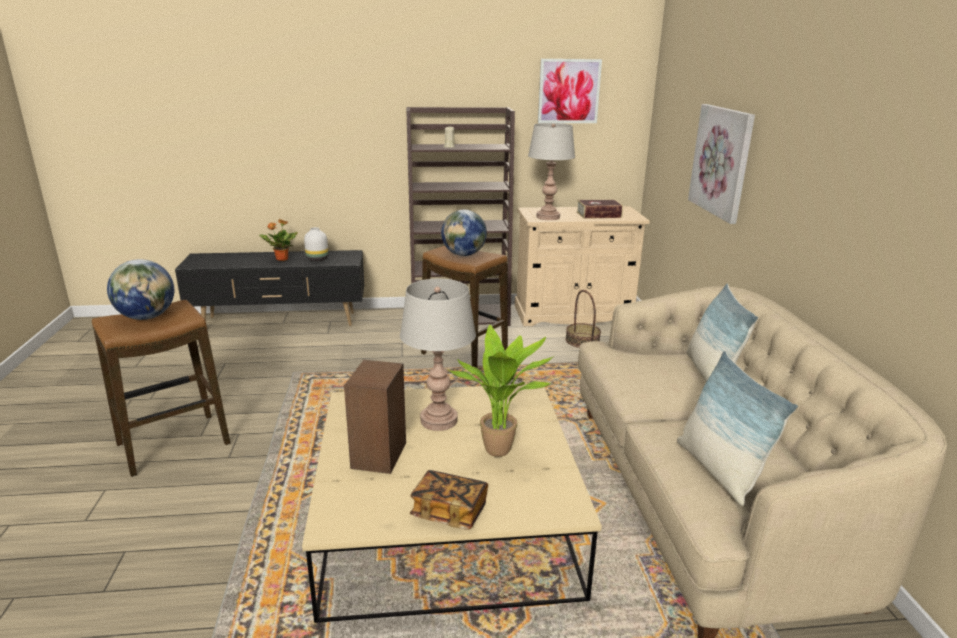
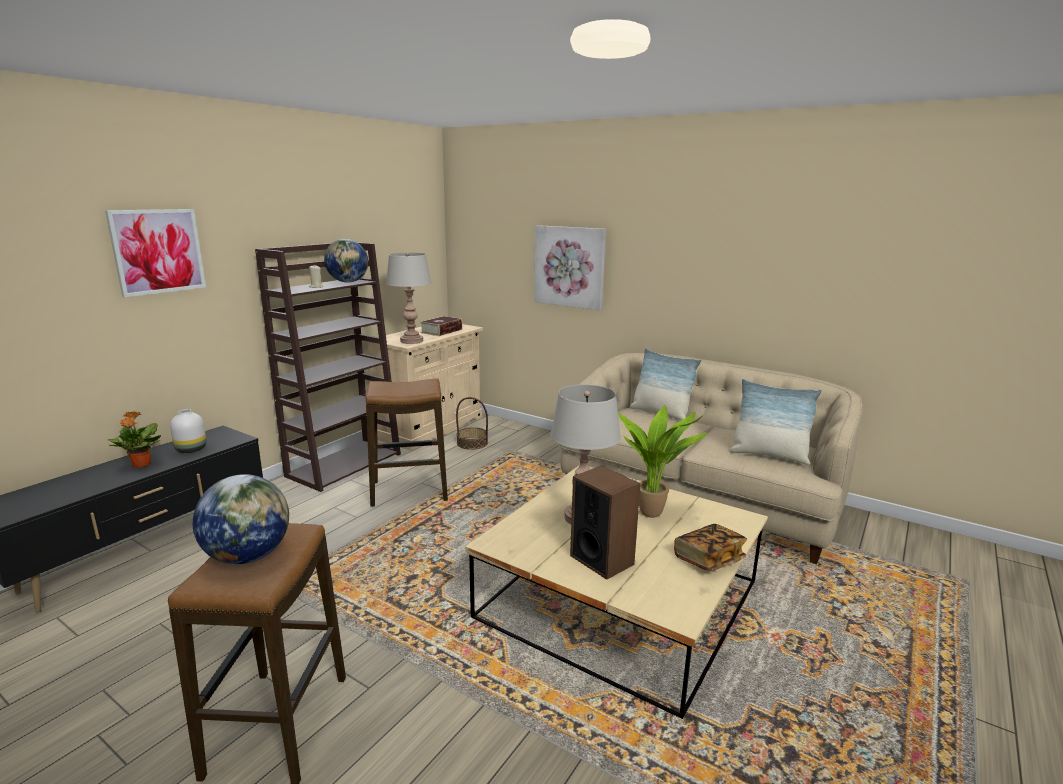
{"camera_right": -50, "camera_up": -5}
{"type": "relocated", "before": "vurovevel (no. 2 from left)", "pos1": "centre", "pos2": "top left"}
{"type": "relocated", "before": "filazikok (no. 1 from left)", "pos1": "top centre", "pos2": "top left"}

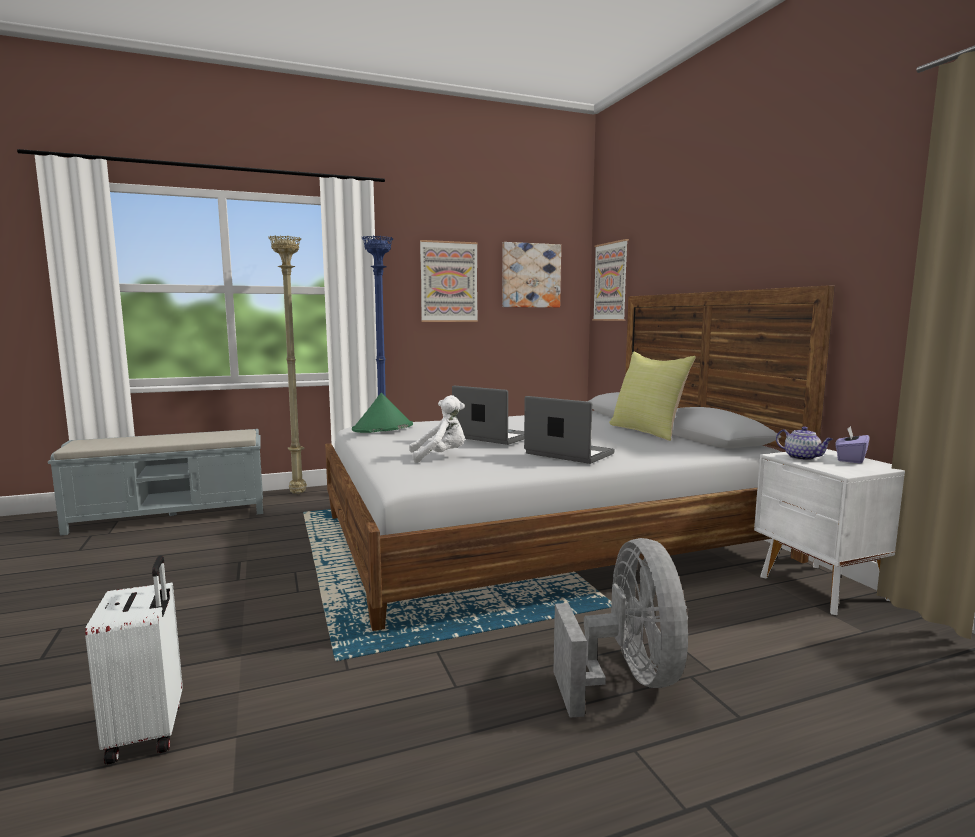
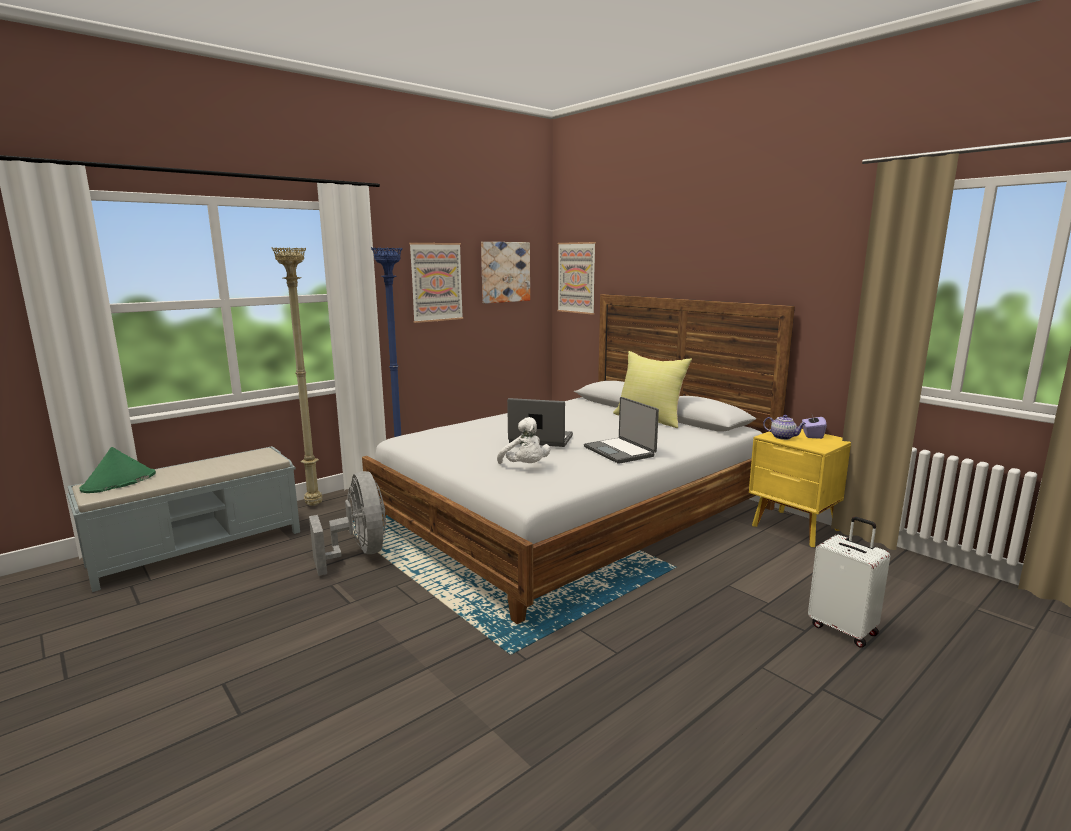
{"camera_right": -20, "camera_up": 5}
{"type": "relocated", "before": "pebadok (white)", "pos1": "bottom left", "pos2": "bottom right"}
{"type": "relocated", "before": "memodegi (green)", "pos1": "centre", "pos2": "middle left"}
{"type": "spun", "before": "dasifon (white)", "pos1": "centre", "pos2": "centre", "turn": 90}
{"type": "spun", "before": "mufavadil (no. 2 from left)", "pos1": "centre", "pos2": "centre", "turn": -135}
{"type": "relocated", "before": "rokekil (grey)", "pos1": "bottom centre", "pos2": "middle left"}
{"type": "colour", "before": "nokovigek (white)", "after": "nokovigek (yellow)", "pos1": "middle right", "pos2": "middle right"}

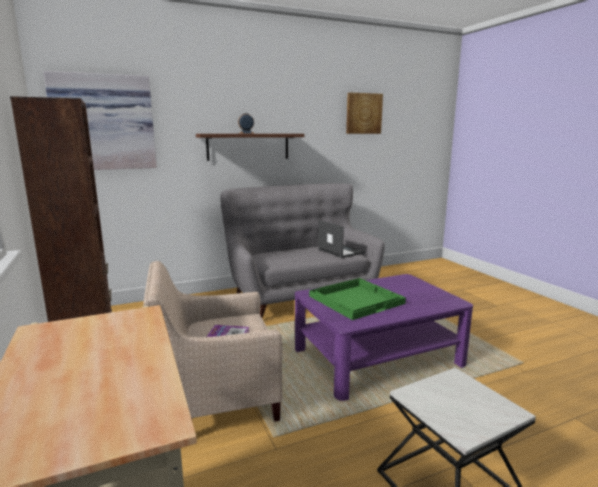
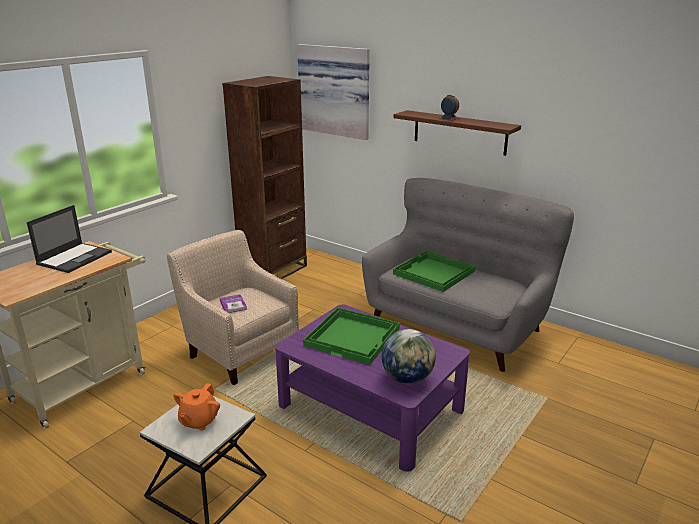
{"camera_right": 60, "camera_up": 10}
{"type": "relocated", "before": "mufavadil", "pos1": "centre", "pos2": "middle left"}
{"type": "missing", "before": "filazikok (no. 2 from left)", "pos1": "top centre"}
{"type": "appeared", "after": "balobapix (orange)", "pos2": "bottom left"}
{"type": "appeared", "after": "vurovevel", "pos2": "bottom centre"}
{"type": "appeared", "after": "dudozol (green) (no. 2 from left)", "pos2": "centre"}

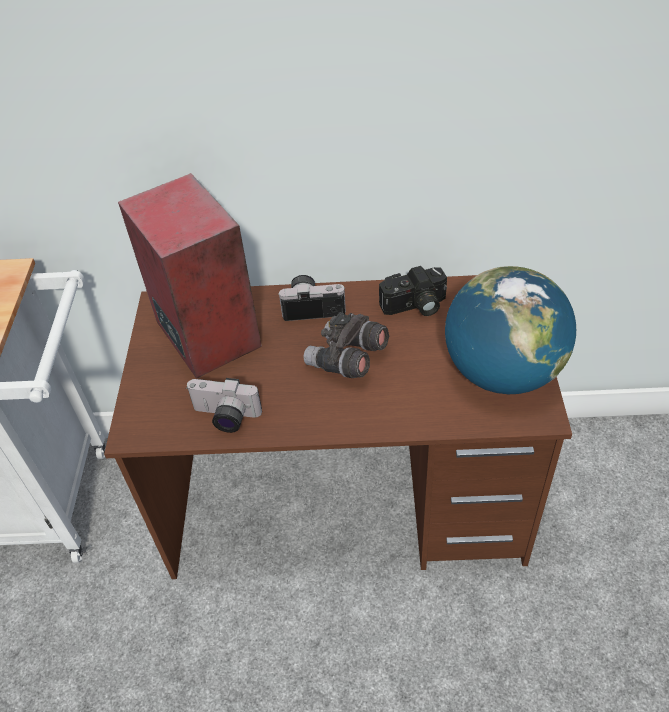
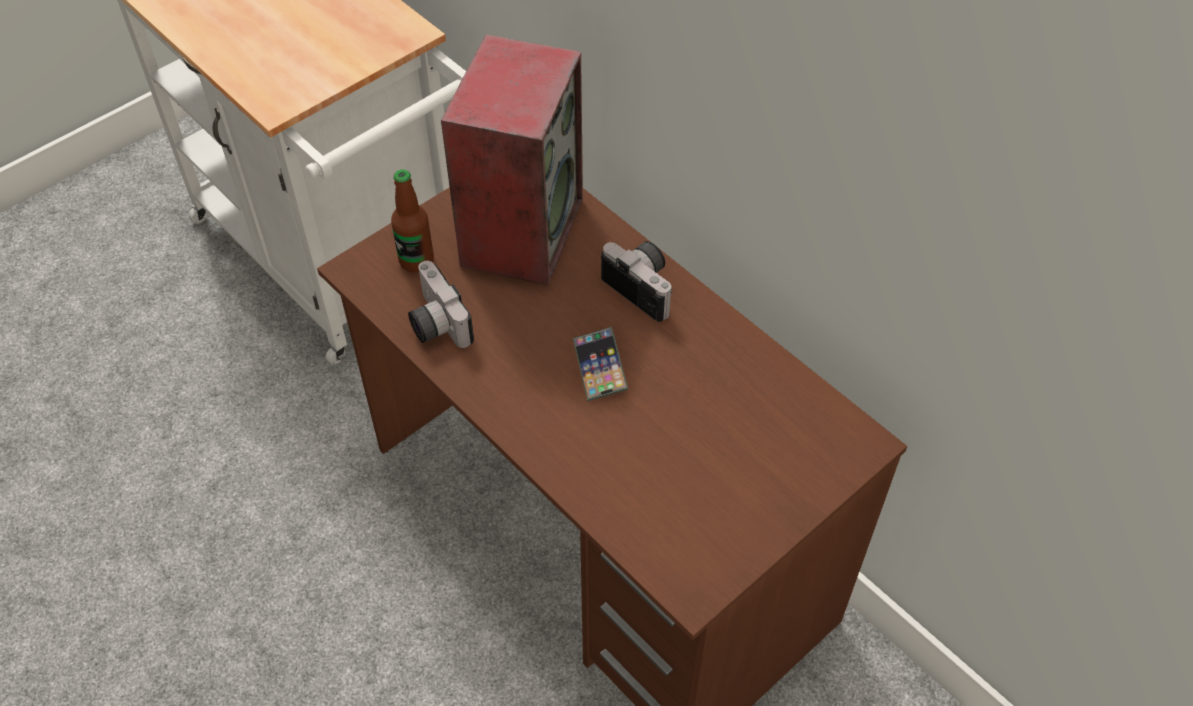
{"camera_right": 45, "camera_up": 5}
{"type": "exchanged", "before": "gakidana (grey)", "after": "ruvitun", "pos1": "centre", "pos2": "centre"}
{"type": "missing", "before": "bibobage (no. 3 from left)", "pos1": "centre"}
{"type": "missing", "before": "vurovevel", "pos1": "middle right"}
{"type": "appeared", "after": "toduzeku", "pos2": "top centre"}

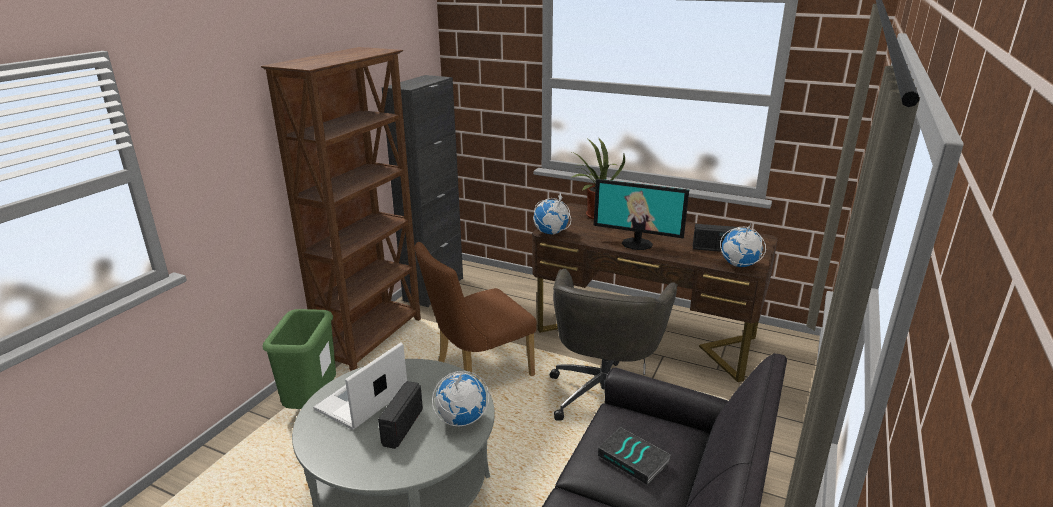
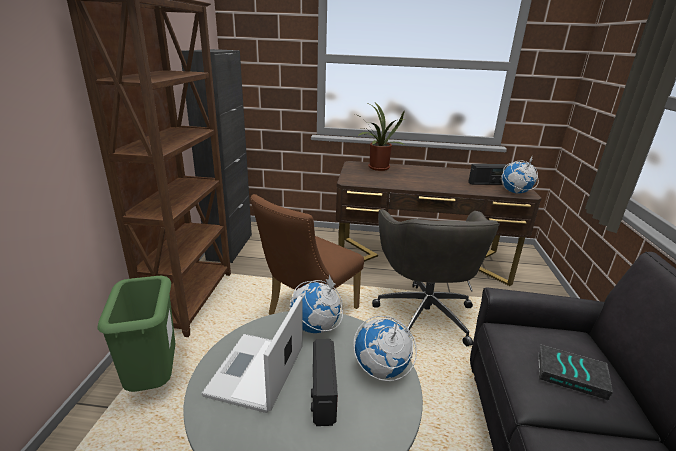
{"camera_right": -20, "camera_up": 0}
{"type": "relocated", "before": "vurovevel (no. 2 from left in the first image)", "after": "vurovevel (no. 1 from left)", "pos1": "centre", "pos2": "bottom centre"}
{"type": "missing", "before": "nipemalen", "pos1": "centre"}

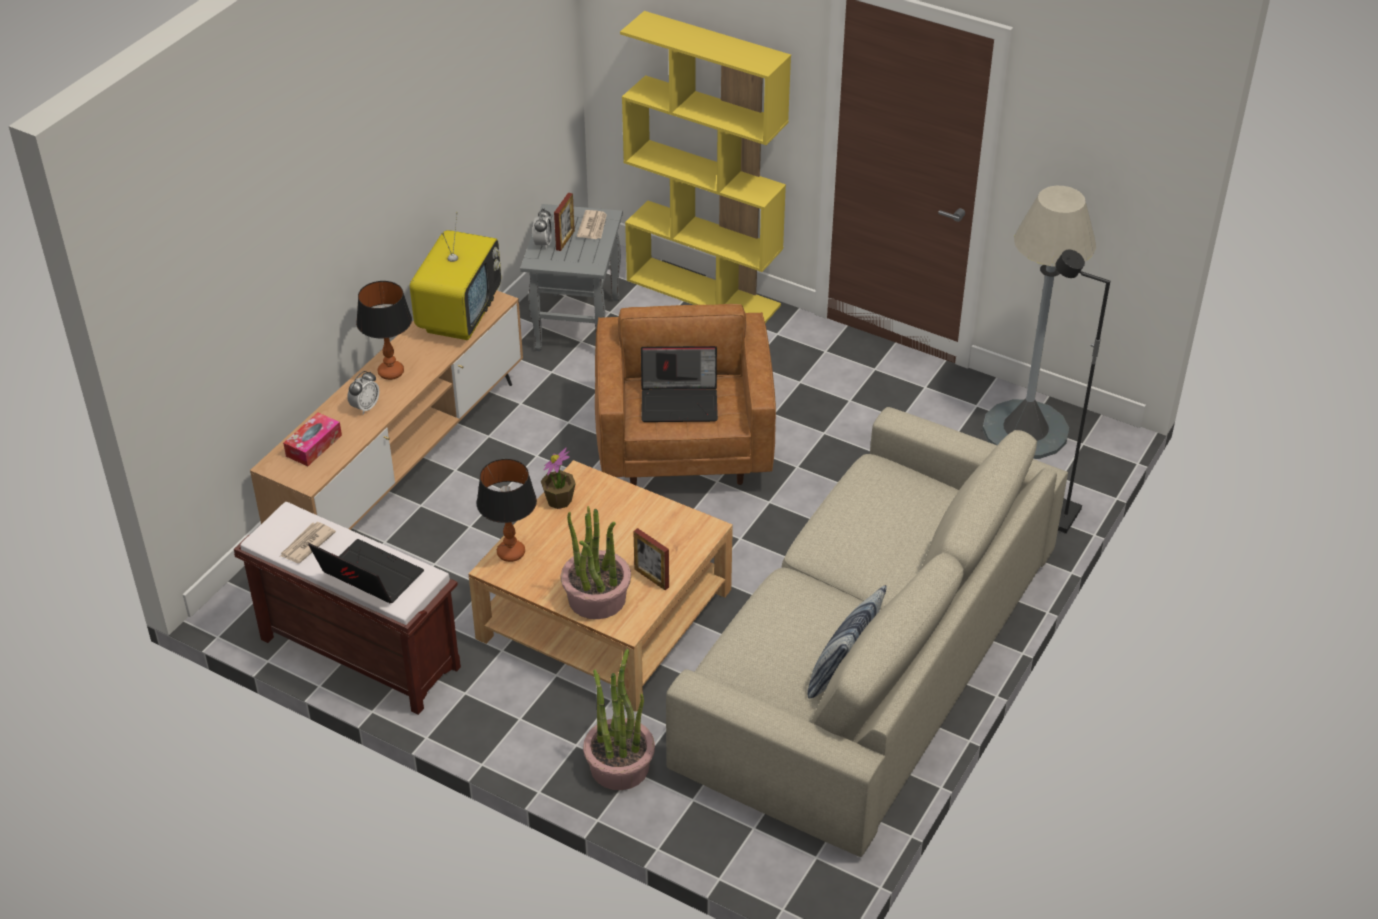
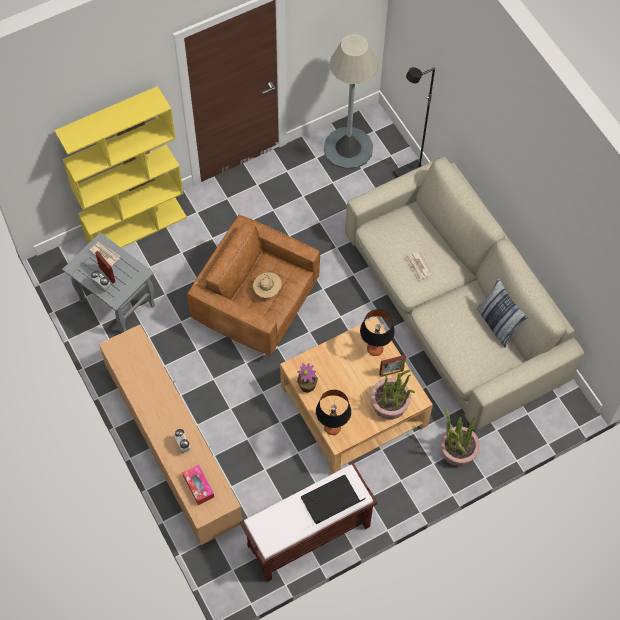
{"camera_right": -60, "camera_up": 20}
{"type": "relocated", "before": "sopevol (no. 1 from left in the first image)", "after": "sopevol (no. 2 from left)", "pos1": "middle left", "pos2": "middle right"}
{"type": "relocated", "before": "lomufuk (no. 1 from left in the first image)", "after": "lomufuk (no. 2 from left)", "pos1": "middle left", "pos2": "centre"}
{"type": "missing", "before": "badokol", "pos1": "top left"}
{"type": "exchanged", "before": "mufavadil (no. 2 from left)", "after": "memodegi (beige)", "pos1": "centre", "pos2": "centre"}

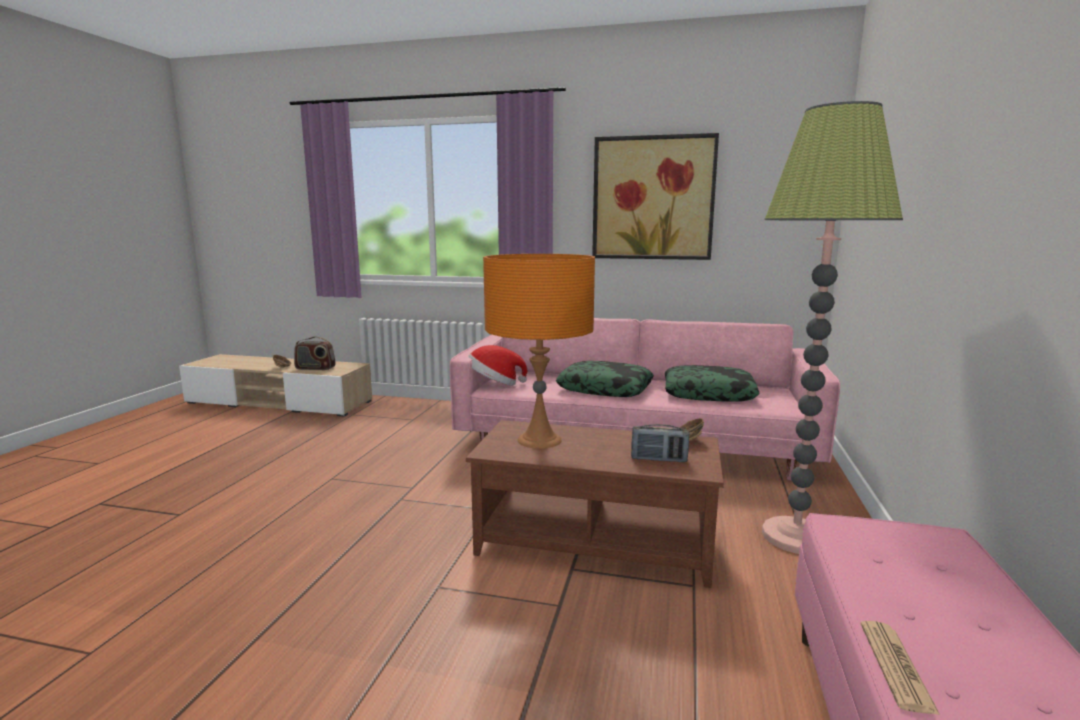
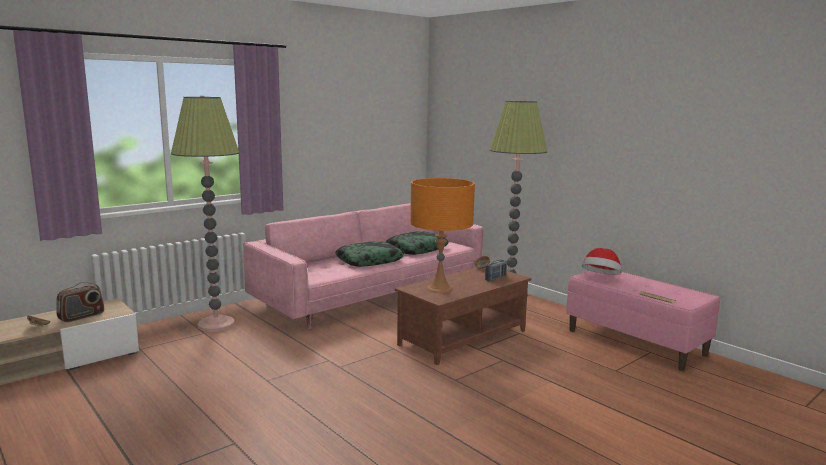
{"camera_right": -55, "camera_up": 0}
{"type": "relocated", "before": "memodegi", "pos1": "centre", "pos2": "middle right"}
{"type": "missing", "before": "filazikok", "pos1": "top centre"}
{"type": "appeared", "after": "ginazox (no. 1 from left)", "pos2": "middle left"}

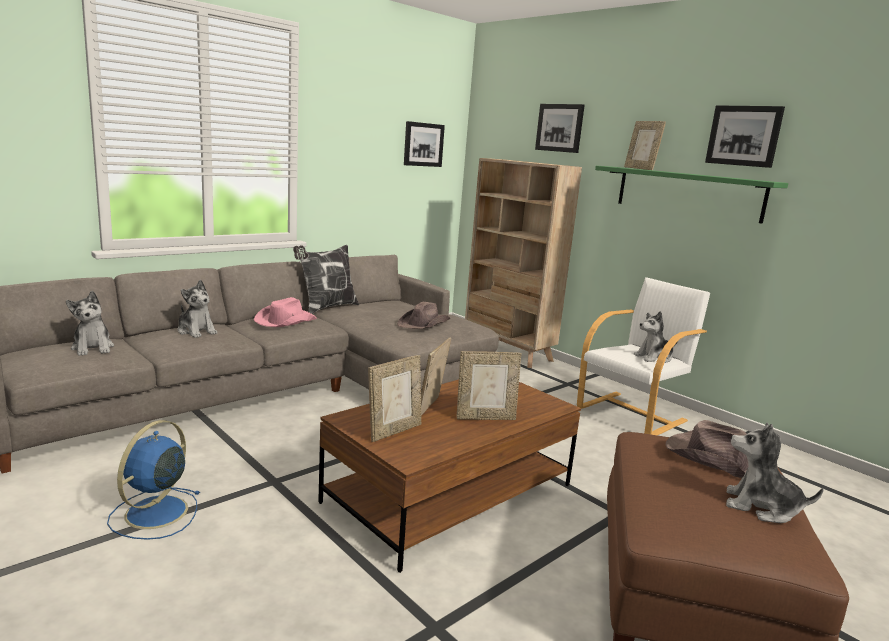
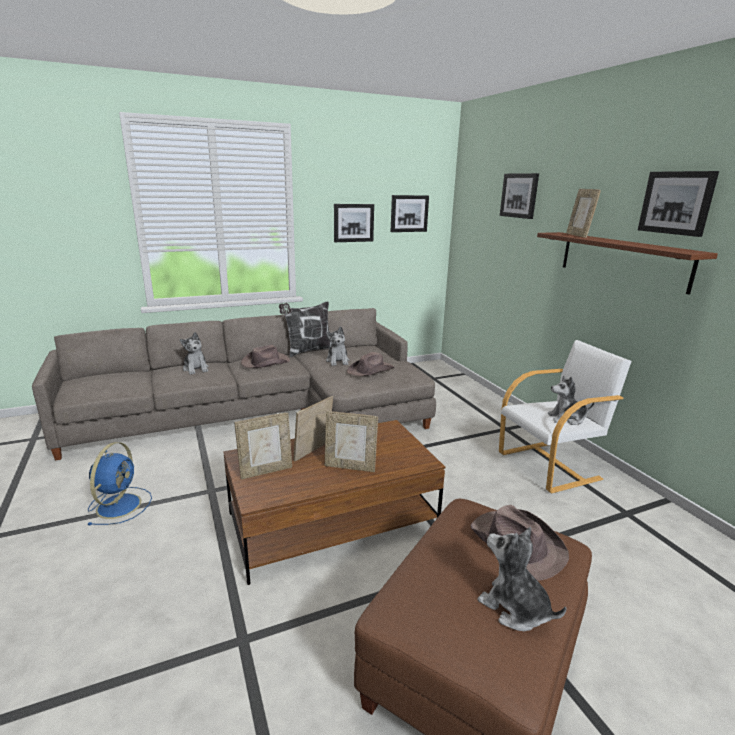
{"camera_right": 20, "camera_up": 5}
{"type": "relocated", "before": "dasifon (no. 1 from left in the first image)", "after": "dasifon (no. 2 from left)", "pos1": "middle left", "pos2": "centre"}
{"type": "spun", "before": "rokekil (blue)", "pos1": "bottom left", "pos2": "middle left", "turn": 150}
{"type": "colour", "before": "memodegi (pink)", "after": "memodegi (brown) (no. 1 from left)", "pos1": "middle left", "pos2": "centre"}
{"type": "missing", "before": "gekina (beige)", "pos1": "centre"}
{"type": "colour", "before": "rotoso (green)", "after": "rotoso (brown)", "pos1": "top right", "pos2": "middle right"}
{"type": "appeared", "after": "filazikok (no. 1 from left)", "pos2": "top centre"}

